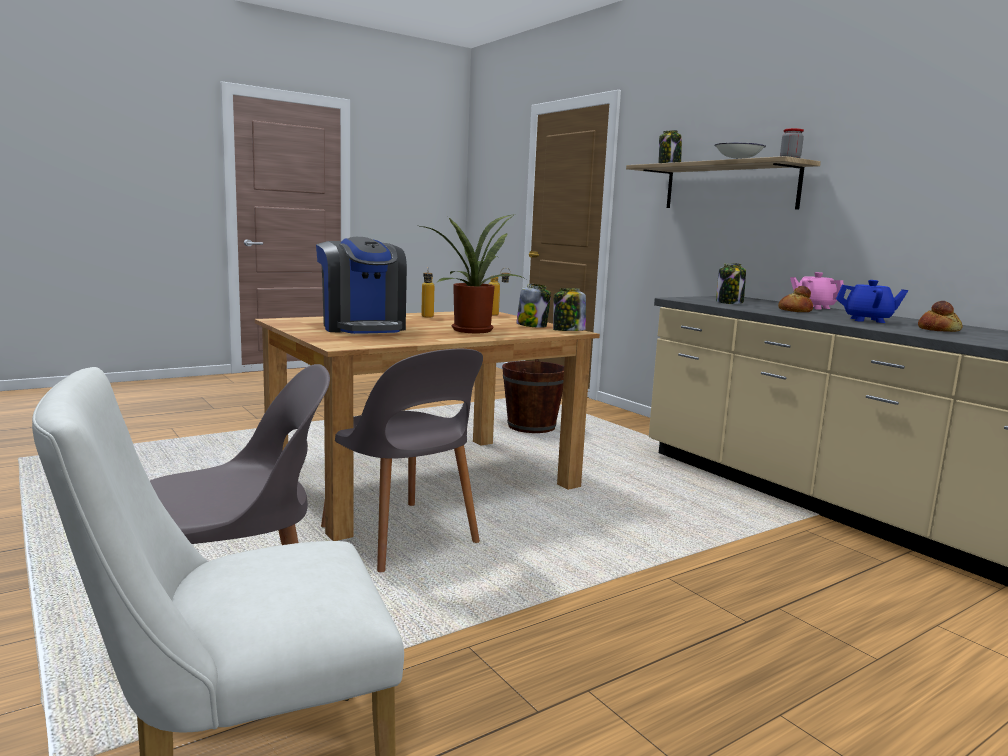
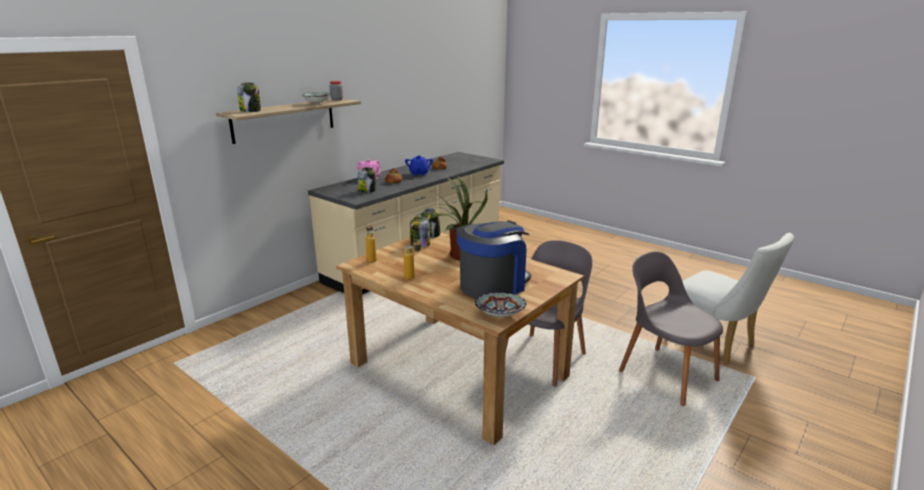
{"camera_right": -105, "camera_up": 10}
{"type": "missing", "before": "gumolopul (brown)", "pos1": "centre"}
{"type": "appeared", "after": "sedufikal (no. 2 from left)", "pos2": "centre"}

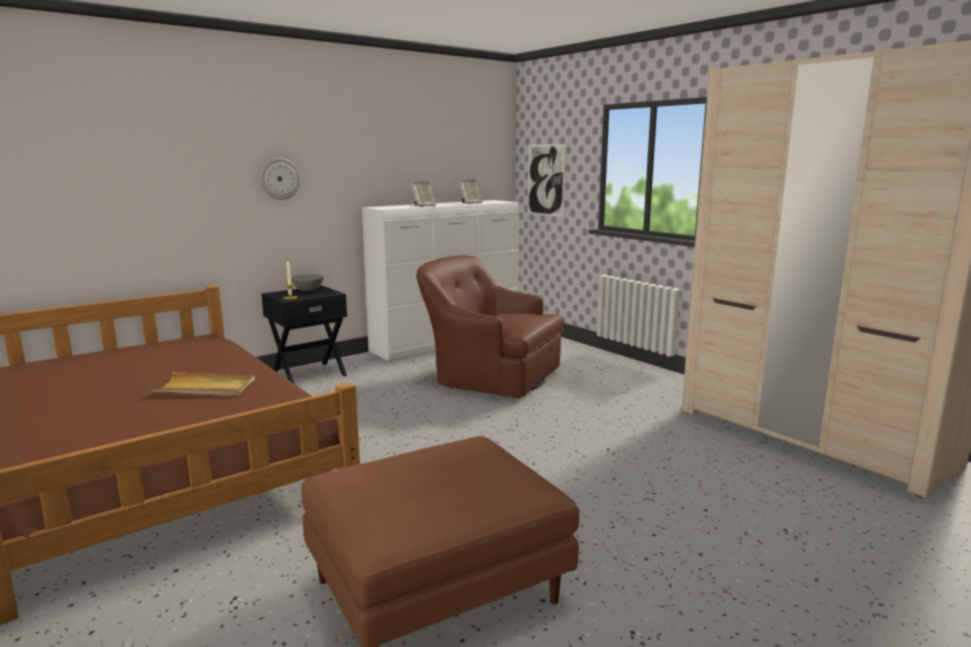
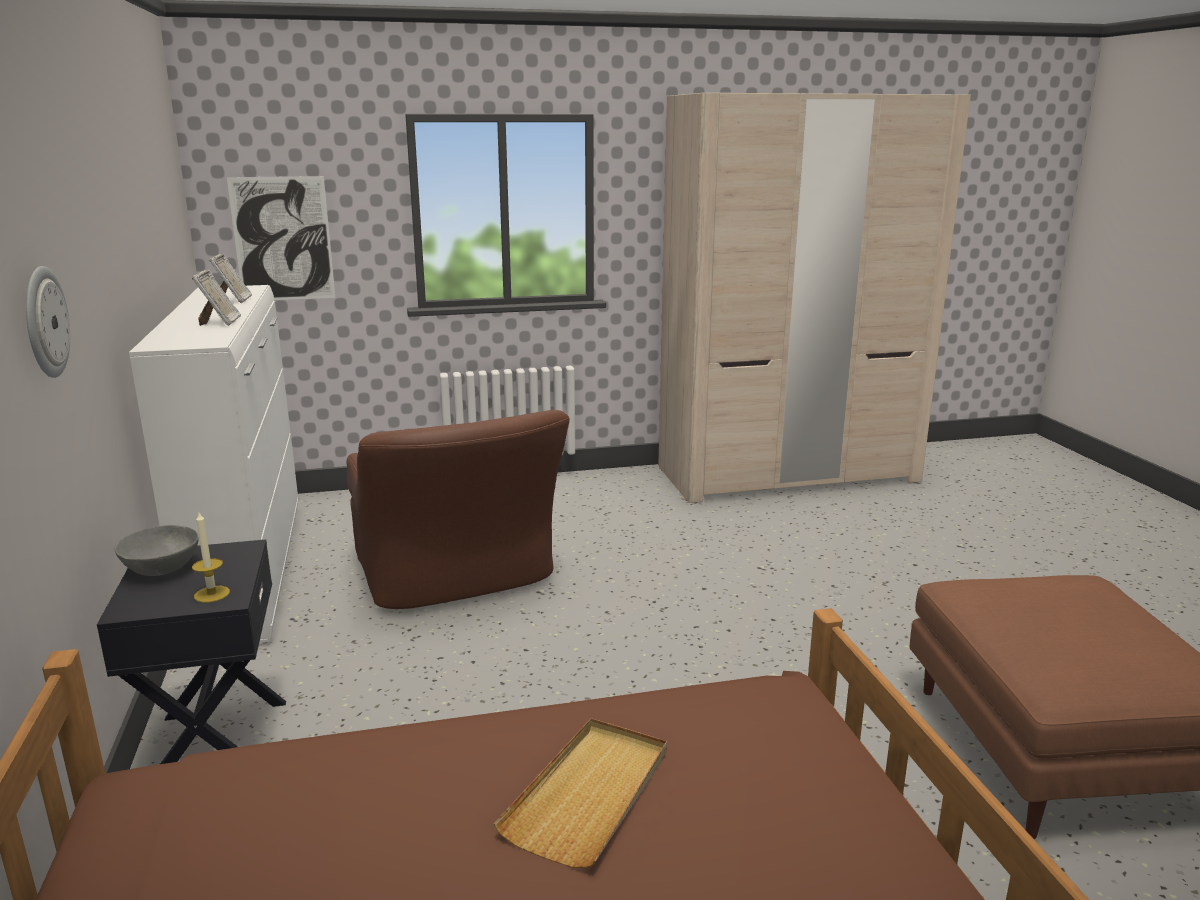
{"camera_right": -65, "camera_up": 5}
{"type": "spun", "before": "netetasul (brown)", "pos1": "centre", "pos2": "centre", "turn": -75}

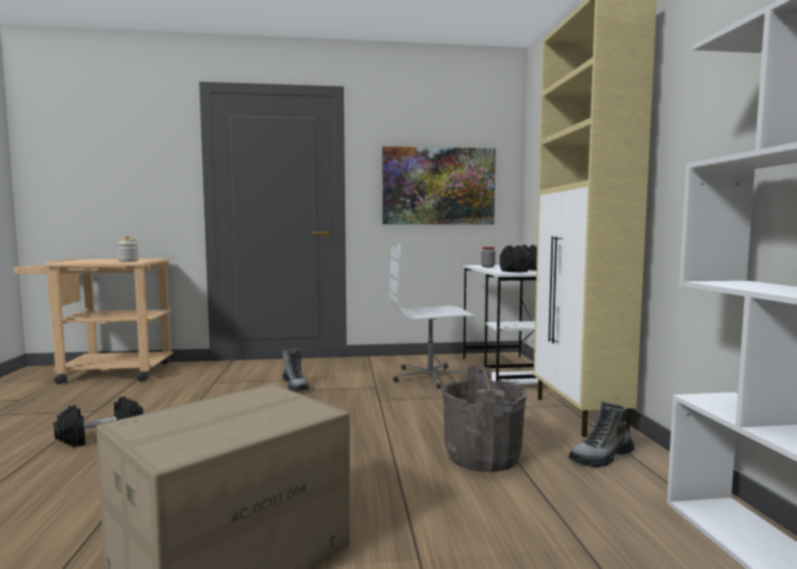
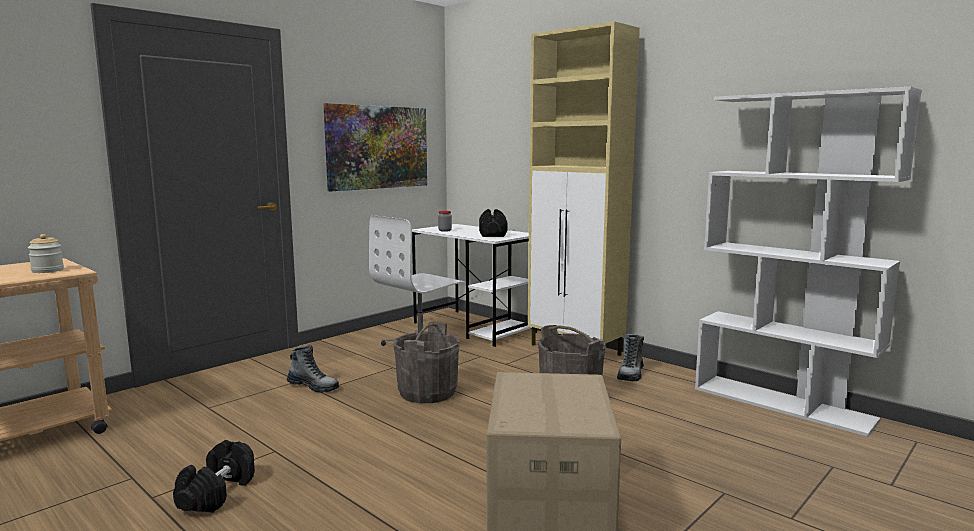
{"camera_right": -40, "camera_up": 5}
{"type": "appeared", "after": "gumolopul (grey) (no. 1 from left)", "pos2": "bottom centre"}

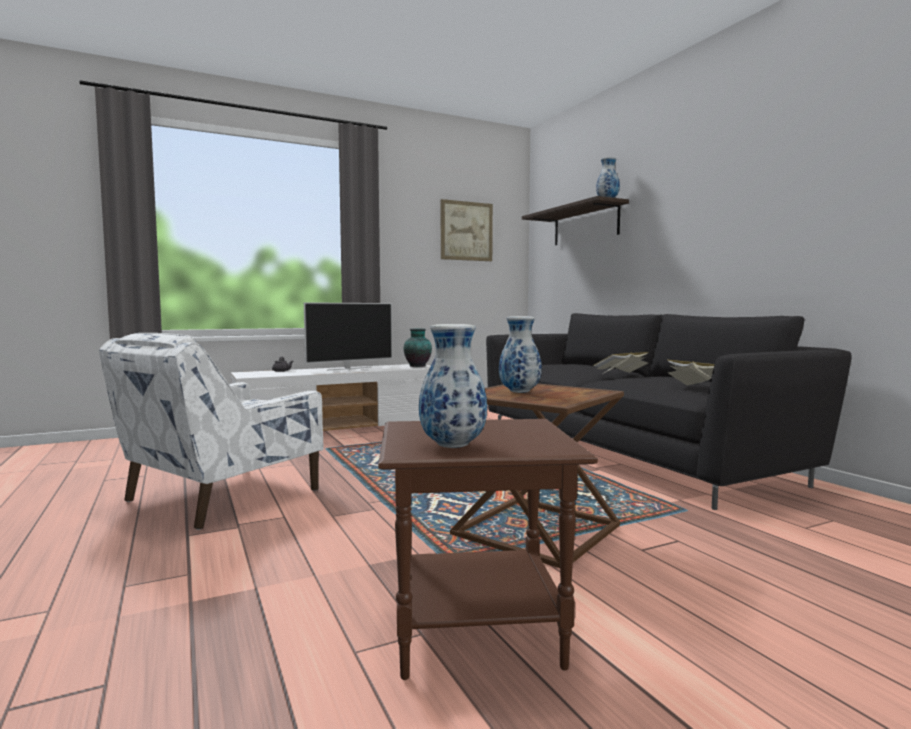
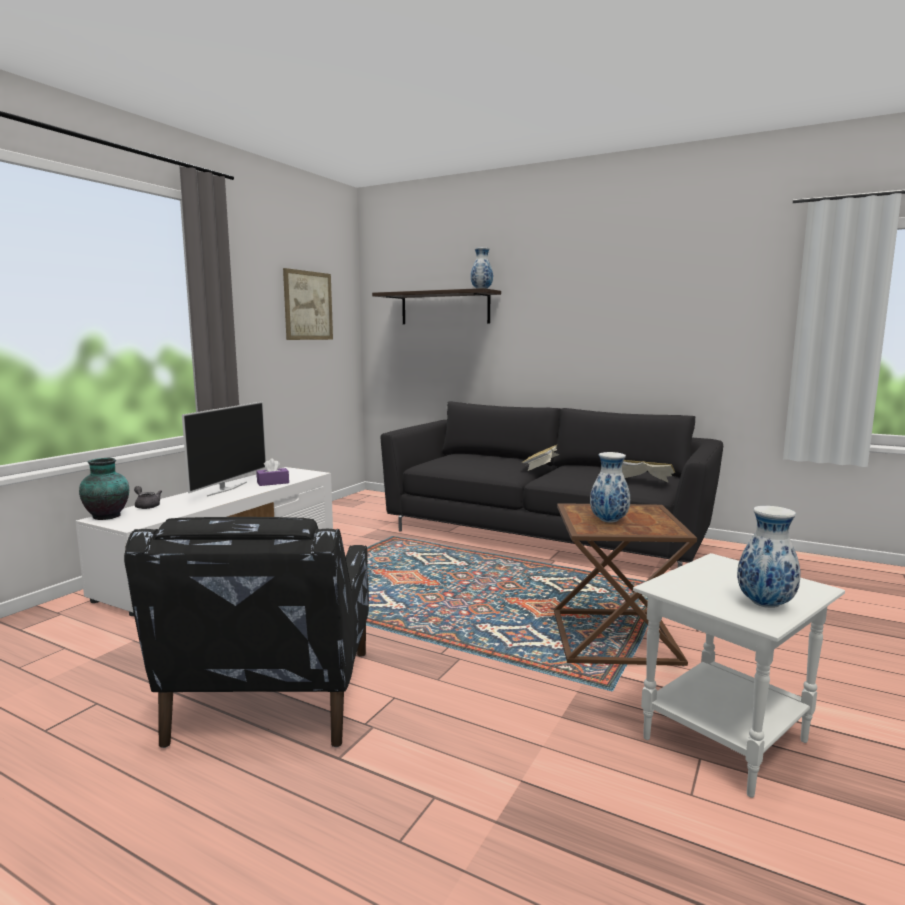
{"camera_right": -35, "camera_up": 5}
{"type": "colour", "before": "netetasul (white)", "after": "netetasul (black)", "pos1": "middle left", "pos2": "bottom left"}
{"type": "colour", "before": "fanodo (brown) (no. 1 from left)", "after": "fanodo (white)", "pos1": "bottom centre", "pos2": "bottom right"}
{"type": "relocated", "before": "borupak (no. 1 from left)", "pos1": "centre", "pos2": "middle left"}
{"type": "appeared", "after": "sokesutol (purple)", "pos2": "middle left"}

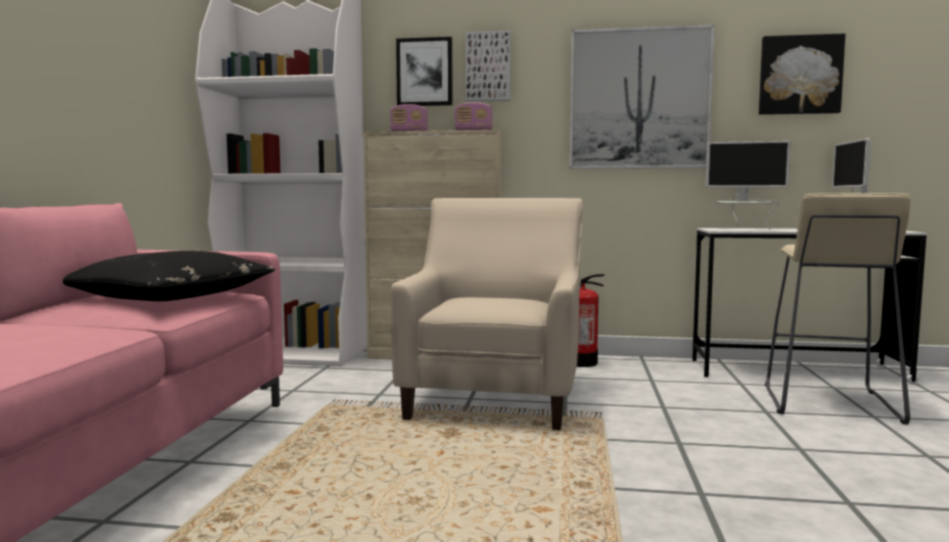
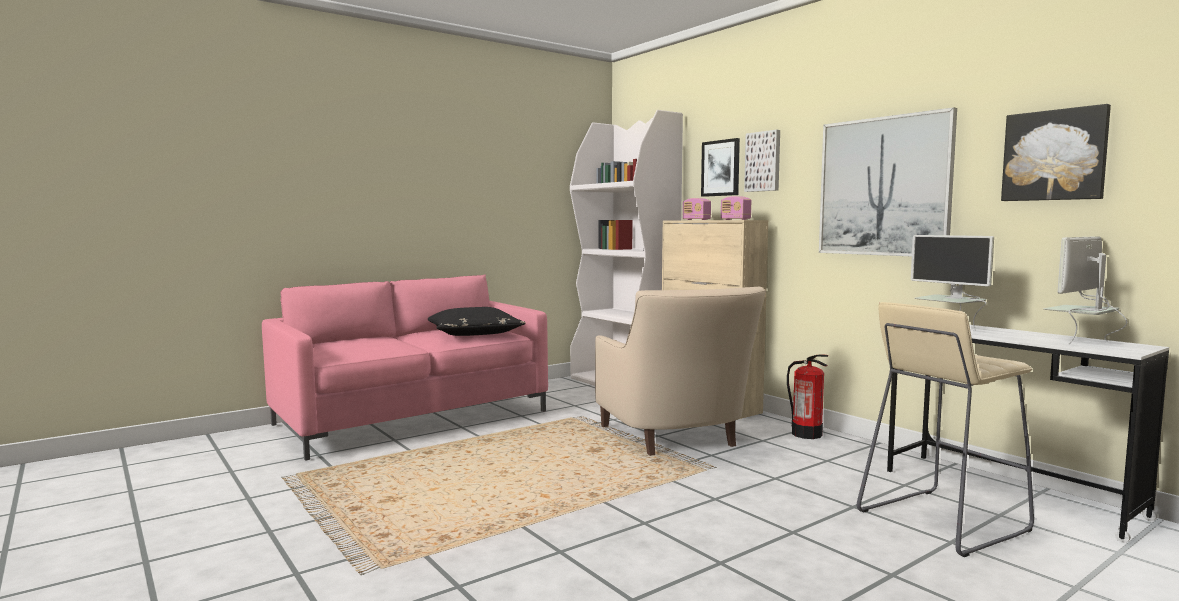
{"camera_right": 45, "camera_up": 0}
{"type": "spun", "before": "netetasul (beige)", "pos1": "centre", "pos2": "centre", "turn": 105}

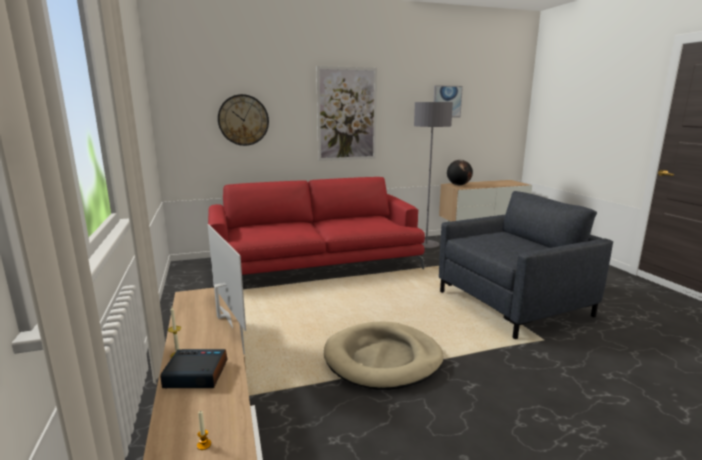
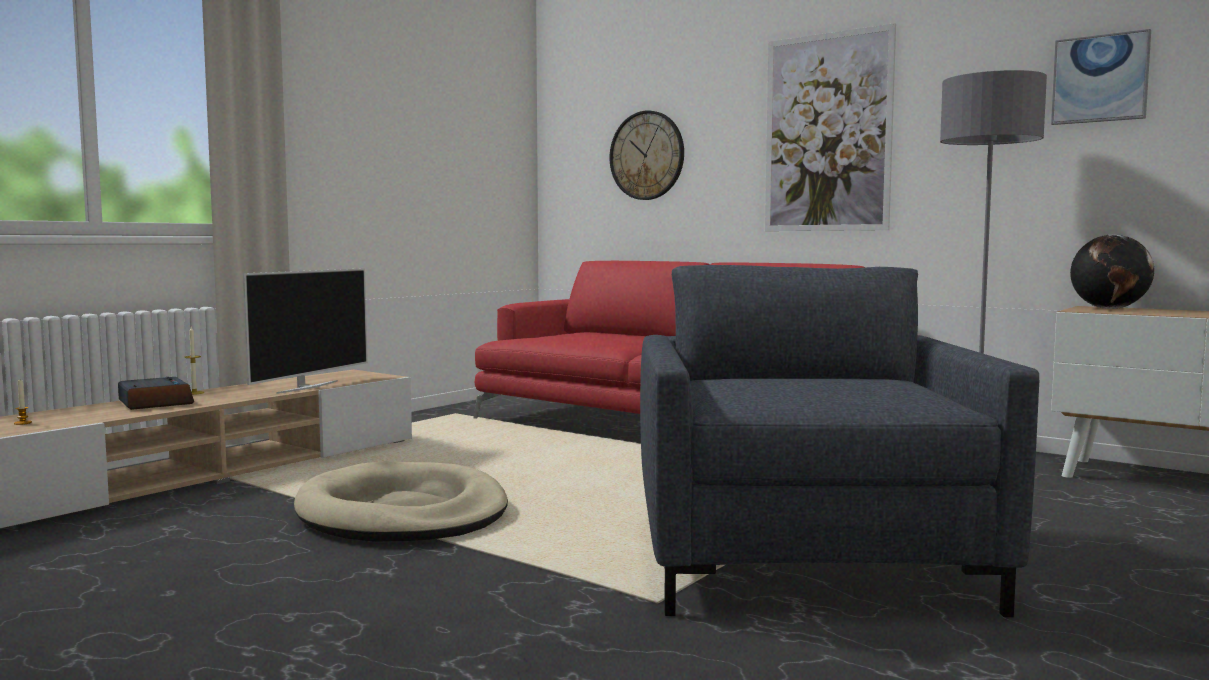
{"camera_right": 55, "camera_up": -10}
{"type": "spun", "before": "netetasul (grey)", "pos1": "middle right", "pos2": "middle right", "turn": -120}

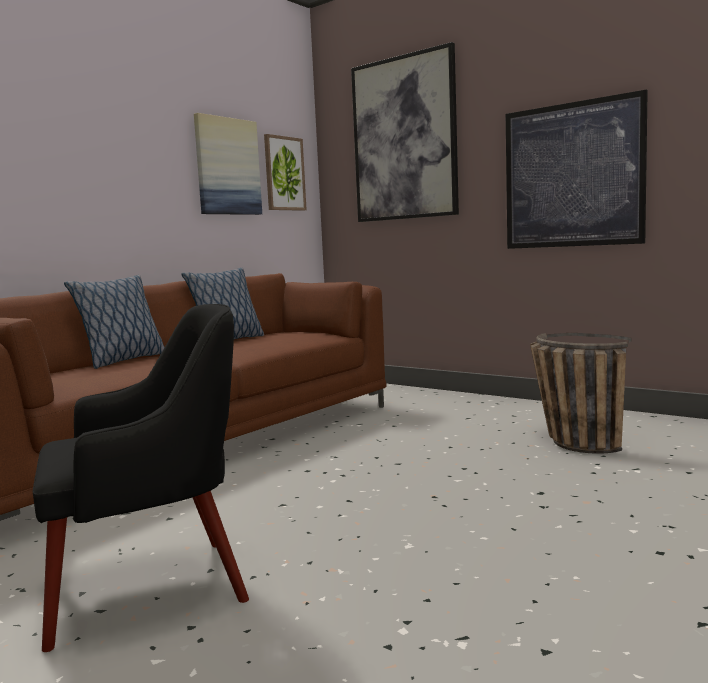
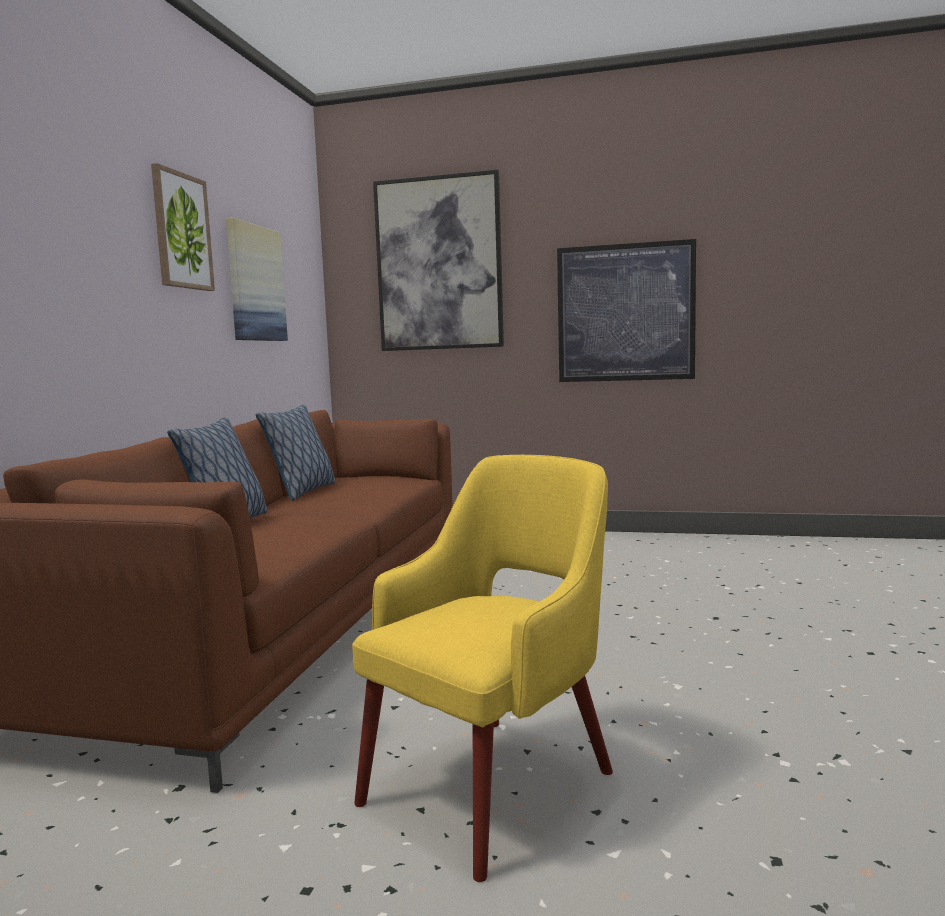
{"camera_right": -25, "camera_up": 0}
{"type": "colour", "before": "netetasul (black)", "after": "netetasul (yellow)", "pos1": "bottom left", "pos2": "bottom centre"}
{"type": "relocated", "before": "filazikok (no. 2 from left in the first image)", "after": "filazikok (no. 1 from left)", "pos1": "top centre", "pos2": "top left"}
{"type": "missing", "before": "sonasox", "pos1": "middle right"}

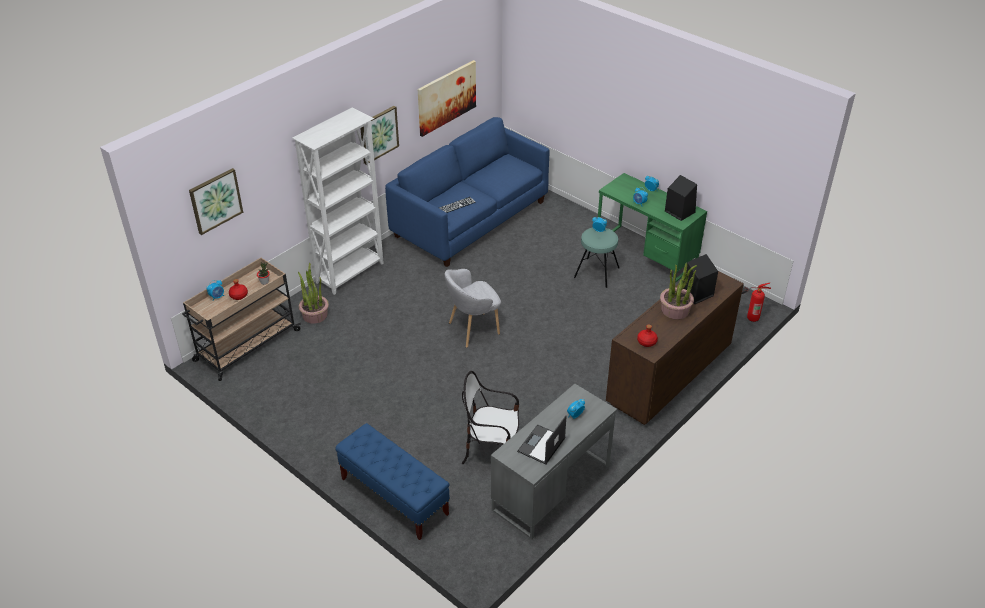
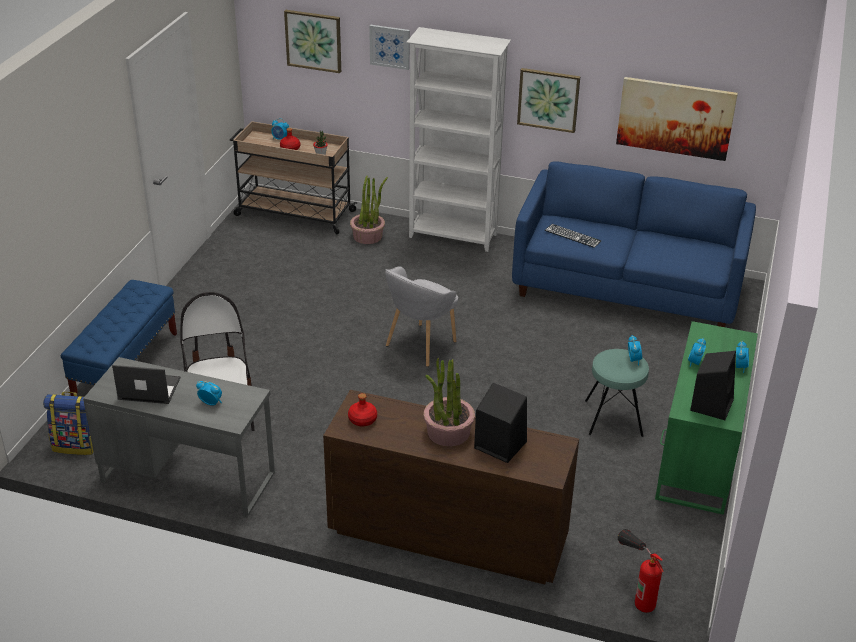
{"camera_right": 65, "camera_up": -5}
{"type": "spun", "before": "netetasul (grey)", "pos1": "centre", "pos2": "centre", "turn": -90}
{"type": "appeared", "after": "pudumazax", "pos2": "middle left"}
{"type": "appeared", "after": "filazikok (no. 2 from left)", "pos2": "top centre"}

